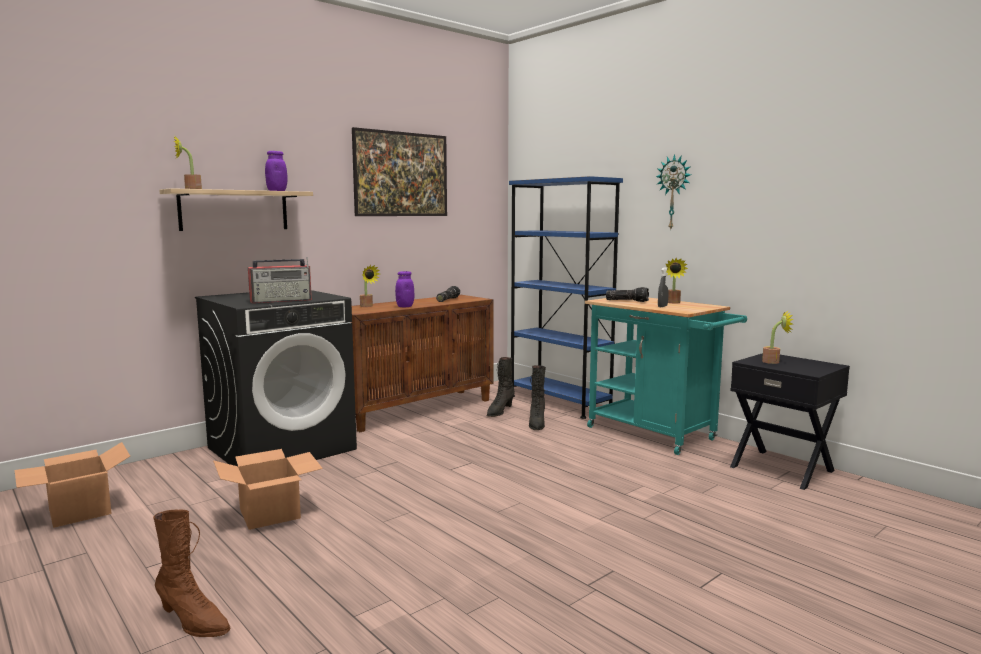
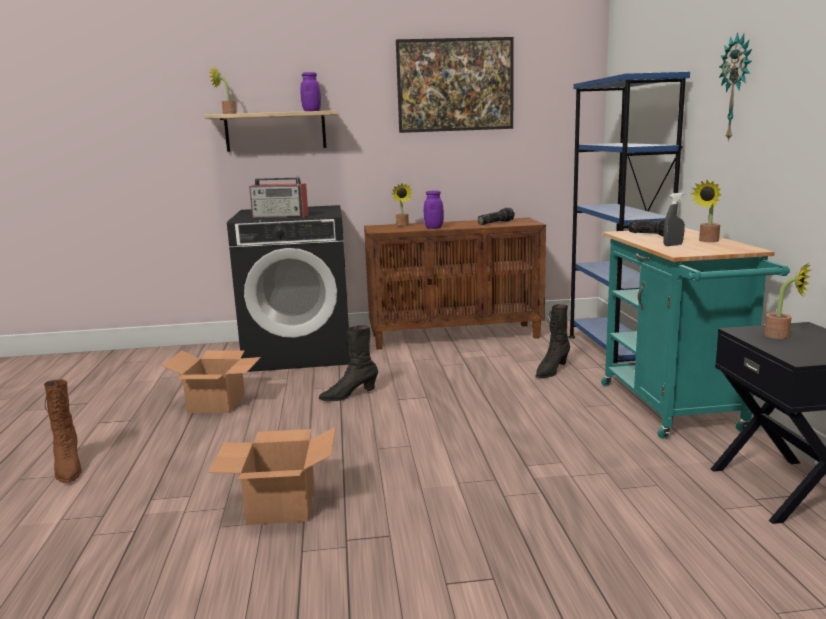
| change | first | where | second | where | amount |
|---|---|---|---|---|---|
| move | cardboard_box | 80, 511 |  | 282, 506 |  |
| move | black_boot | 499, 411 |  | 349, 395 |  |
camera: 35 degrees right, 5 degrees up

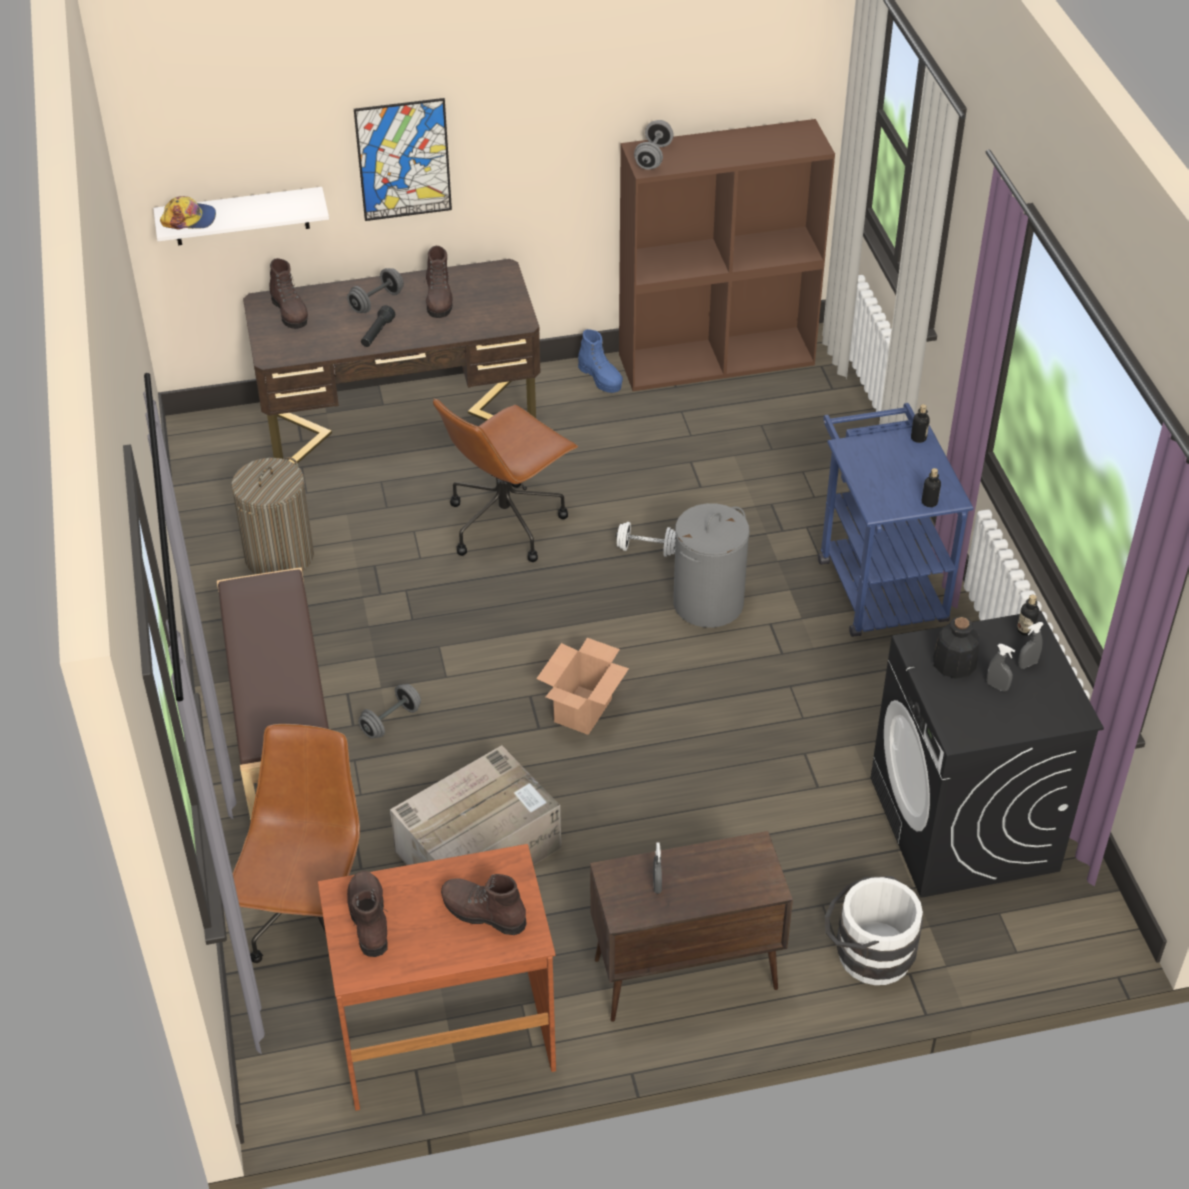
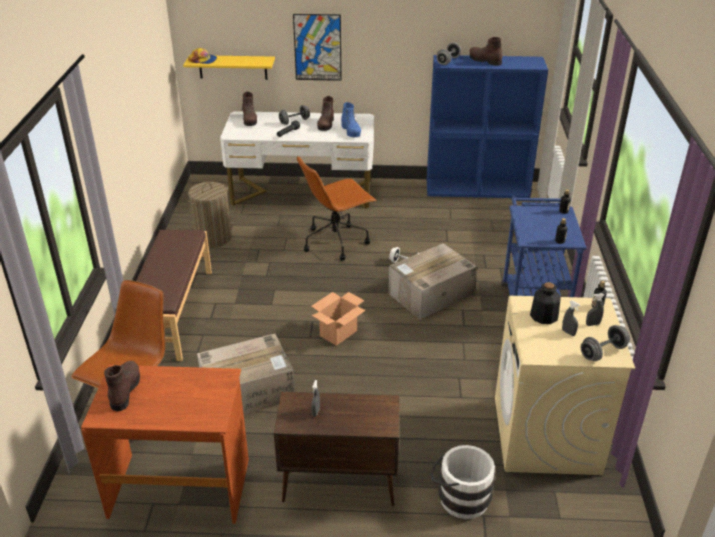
| change | first | where | second | where | amount |
|---|---|---|---|---|---|
| recolor | white_shelf | 241, 216 | yellow_shelf | 233, 67 |  |
| recolor | brown_desk | 400, 423 | white_desk | 302, 193 |  |
| move | blue_boot | 600, 378 |  | 351, 131 |  |
| replace | grey_laundry_basket | 708, 603 | cardboard_box | 430, 294 |  |
| recolor | brown_bookcase | 717, 358 | blue_bookcase | 478, 188 |  |
| move | brown_boot | 483, 913 |  | 484, 61 |  |
| recolor | black_washing_machine | 964, 825 | beige_washing_machine | 546, 435 |  |
| move | grey_dumbbell | 391, 721 |  | 603, 352 |  |
camera: 15 degrees right, 10 degrees down

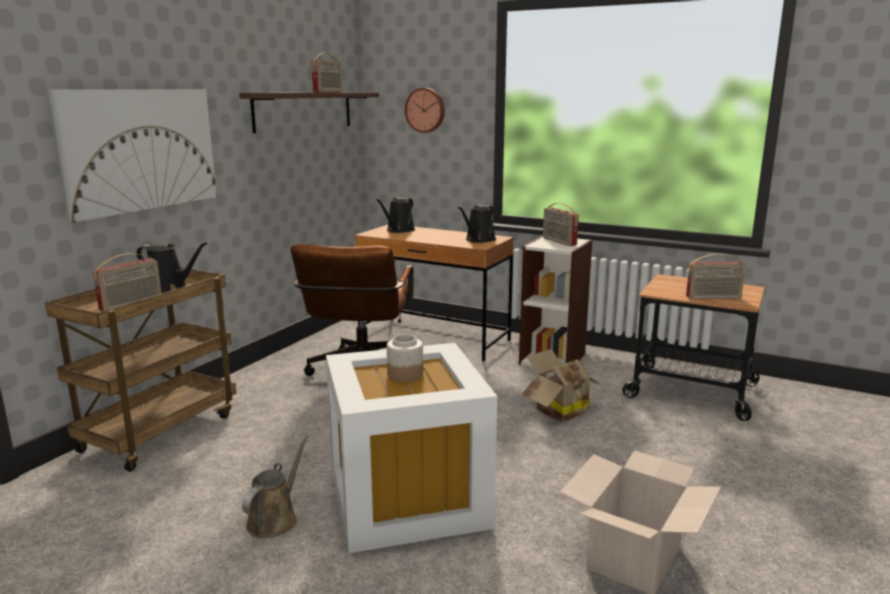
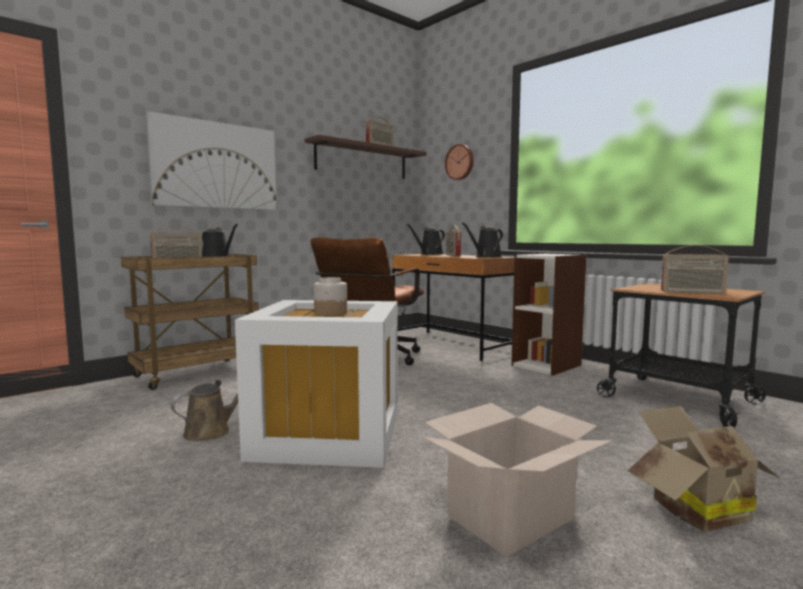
| change | first | where | second | where | amount |
|---|---|---|---|---|---|
| move | radio | 558, 242 |  | 452, 255 |  |
| move | cardboard_box | 557, 411 |  | 692, 509 |  |
camera: 20 degrees right, 10 degrees down

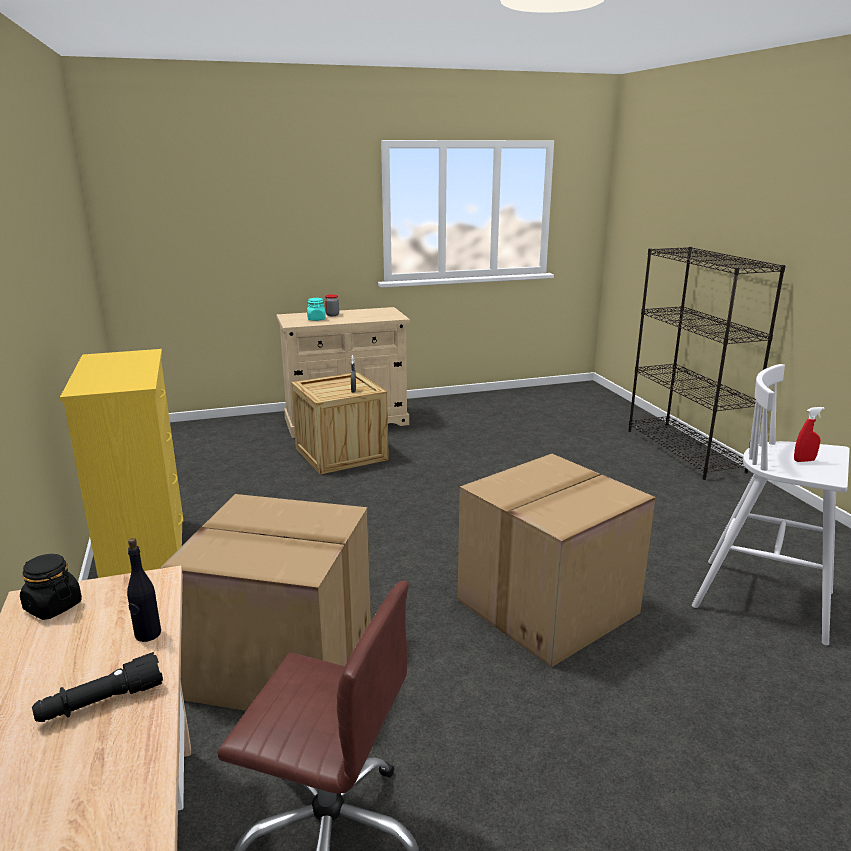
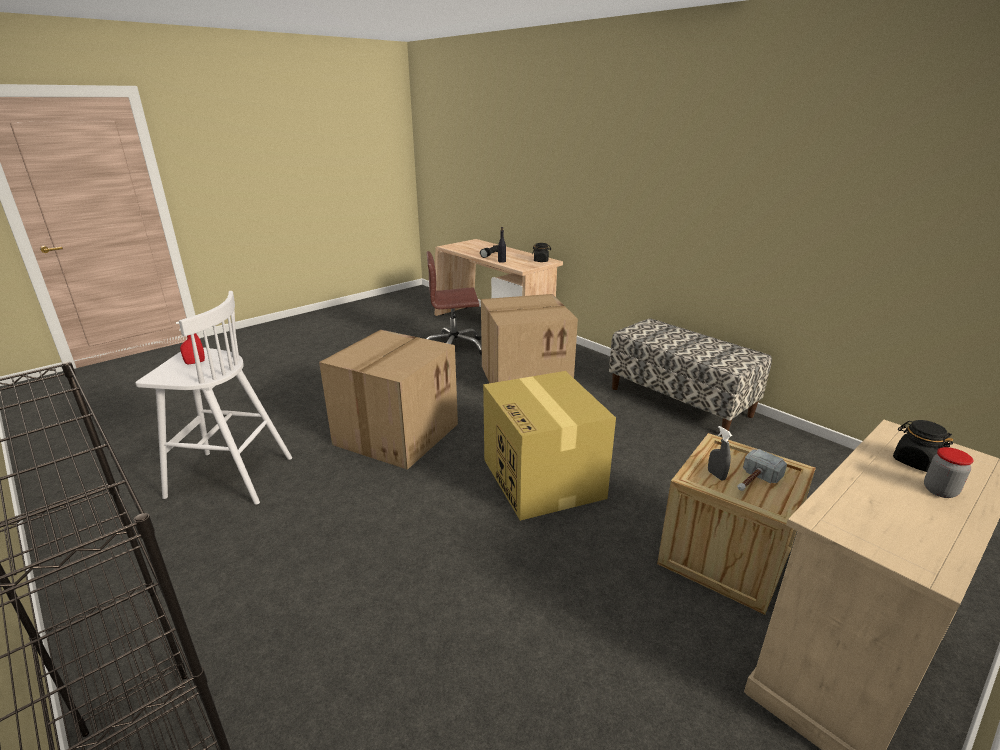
| change | first | where | second | where | amount |
|---|---|---|---|---|---|
| insert |  |  | cardboard_box | 543, 479 |  |
| replace | yellow_dresser | 147, 554 | bench | 680, 402 |  |
| insert |  |  | hammer | 753, 482 |  |
| recolor | turquoise_jar | 316, 319 | black_jar | 915, 461 |  |
camera: 155 degrees right, 5 degrees up

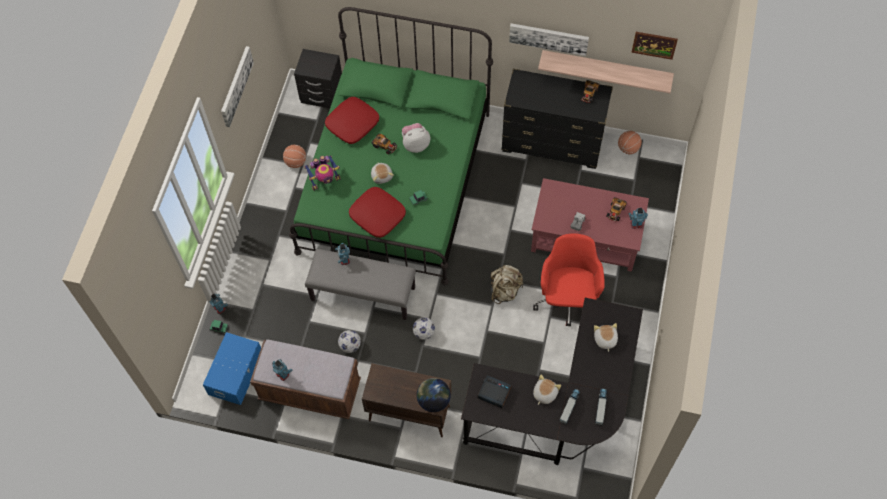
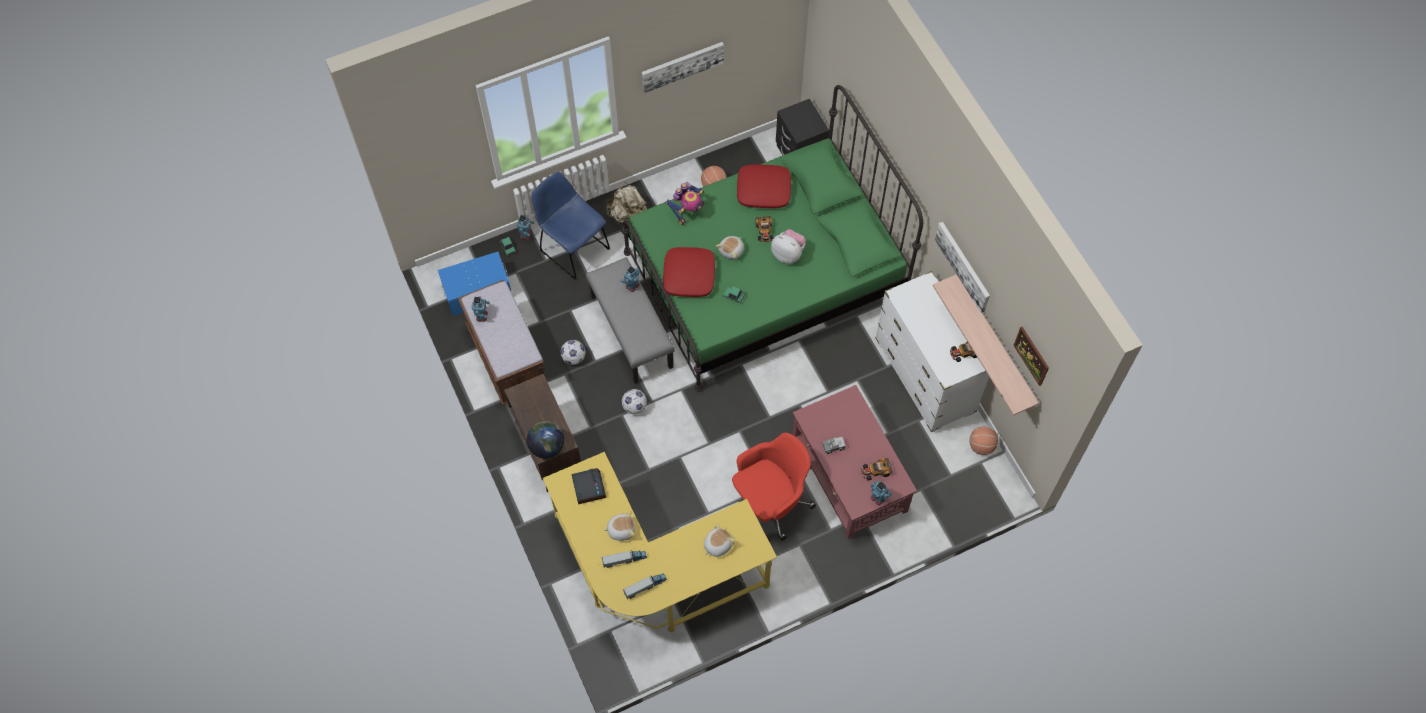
| change | first | where | second | where | amount |
|---|---|---|---|---|---|
| insert |  |  | blue_chair | 572, 248 |  |
| recolor | black_desk | 560, 410 | yellow_desk | 652, 573 |  |
| move | beige_backpack | 505, 290 |  | 628, 214 |  |
| rotate | toy_robot | 325, 180 |  | 687, 211 | 75 degrees counterclockwise |
| recolor | black_dresser | 552, 143 | white_dresser | 924, 376 |  |
camera: 50 degrees right, 0 degrees up

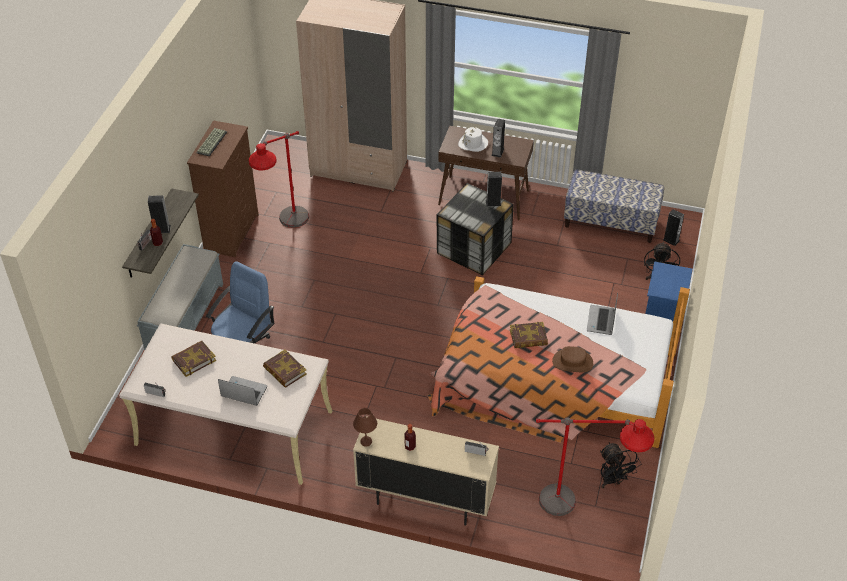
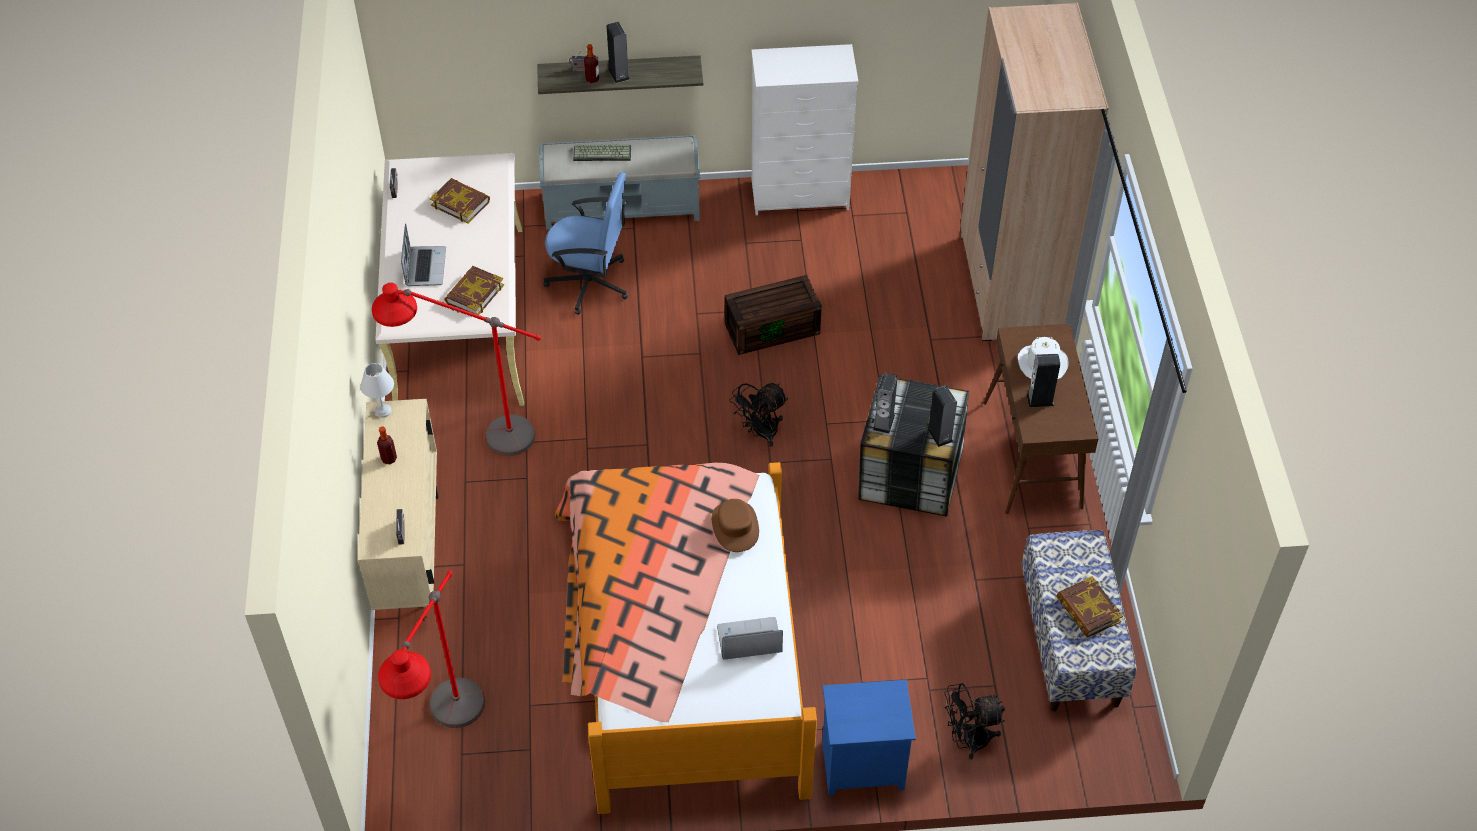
| change | first | where | second | where | amount |
|---|---|---|---|---|---|
| recolor | brown_table_lamp | 366, 441 | white_table_lamp | 383, 411 |  |
| move | red_floor_lamp | 286, 231 |  | 474, 437 |  |
| move | keyboard | 211, 142 |  | 603, 153 |  |
| move | brown_hat | 572, 362 |  | 735, 526 |  |
| insert |  |  | brown_storage_box | 773, 327 |  |
| move | black_fan | 613, 481 |  | 761, 434 |  |
| recolor | brown_dresser | 232, 232 | white_dresser | 801, 195 |  |
| move | speaker | 671, 240 |  | 884, 422 |  |
| move | book | 528, 338 |  | 1087, 610 |  |
camera: 70 degrees right, 5 degrees up

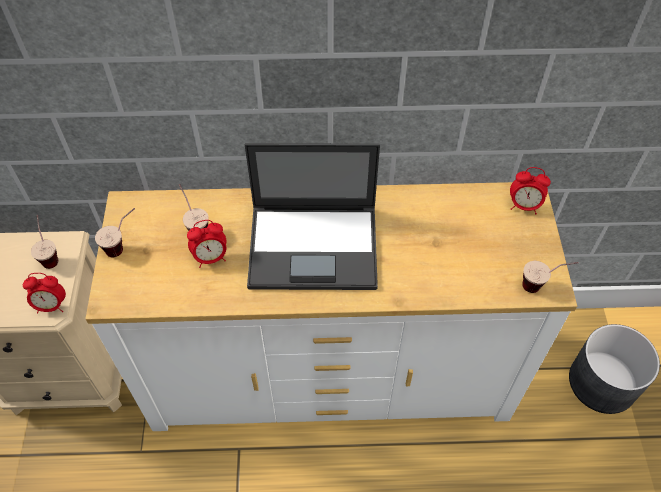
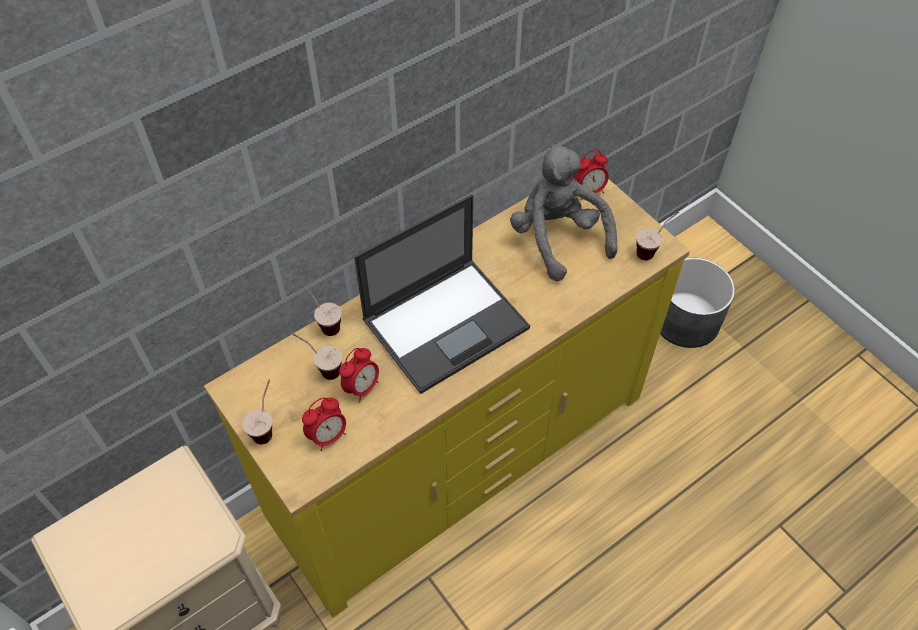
| change | first | where | second | where | amount |
|---|---|---|---|---|---|
| recolor | white_dresser | 330, 372 | yellow_dresser | 458, 454 |  |
| move | cup | 50, 254 |  | 323, 322 |  |
| move | alarm_clock | 51, 305 |  | 328, 436 |  |
| insert |  |  | grey_plush_toy | 558, 238 |  |
camera: 35 degrees left, 0 degrees up

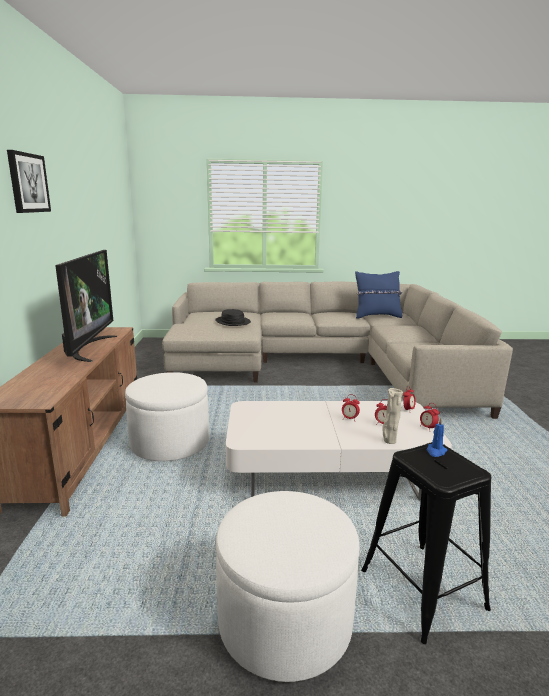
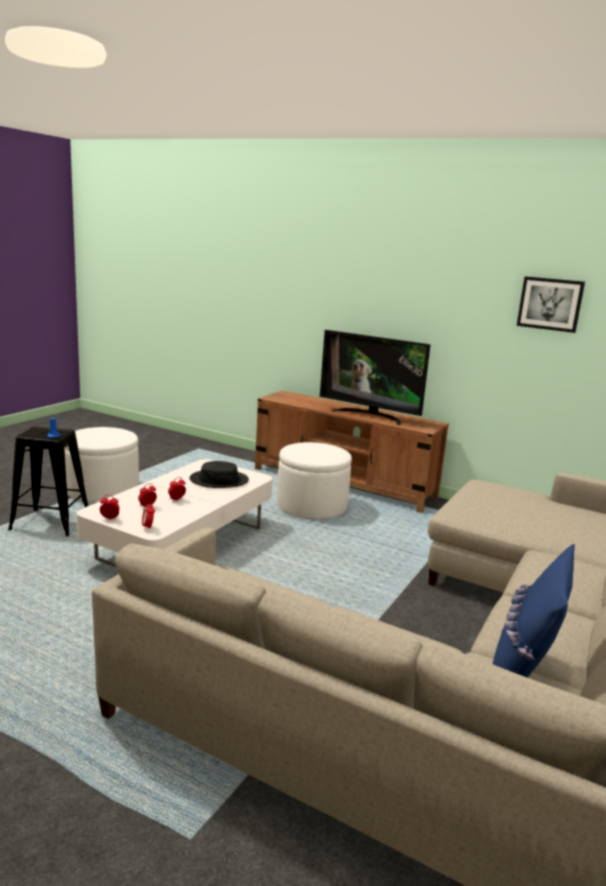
| change | first | where | second | where | amount |
|---|---|---|---|---|---|
| move | black_hat | 232, 322 |  | 219, 480 |  |
| move | picture | 28, 183 |  | 550, 304 |  |
| delete | beige_vase | 389, 441 |  |  |  |
camera: 120 degrees right, 0 degrees up

